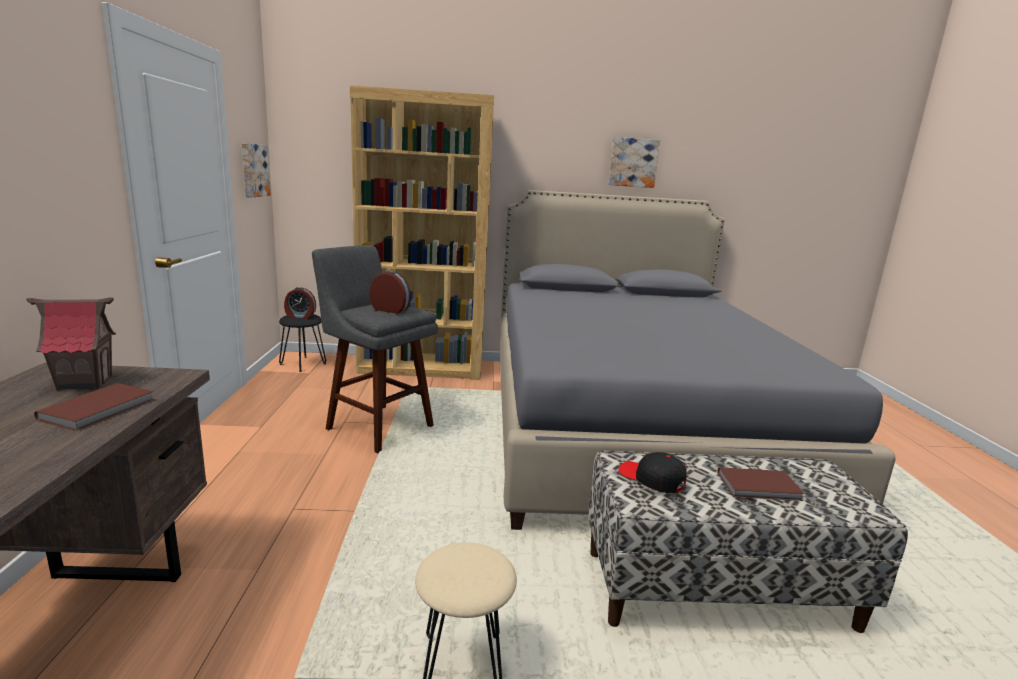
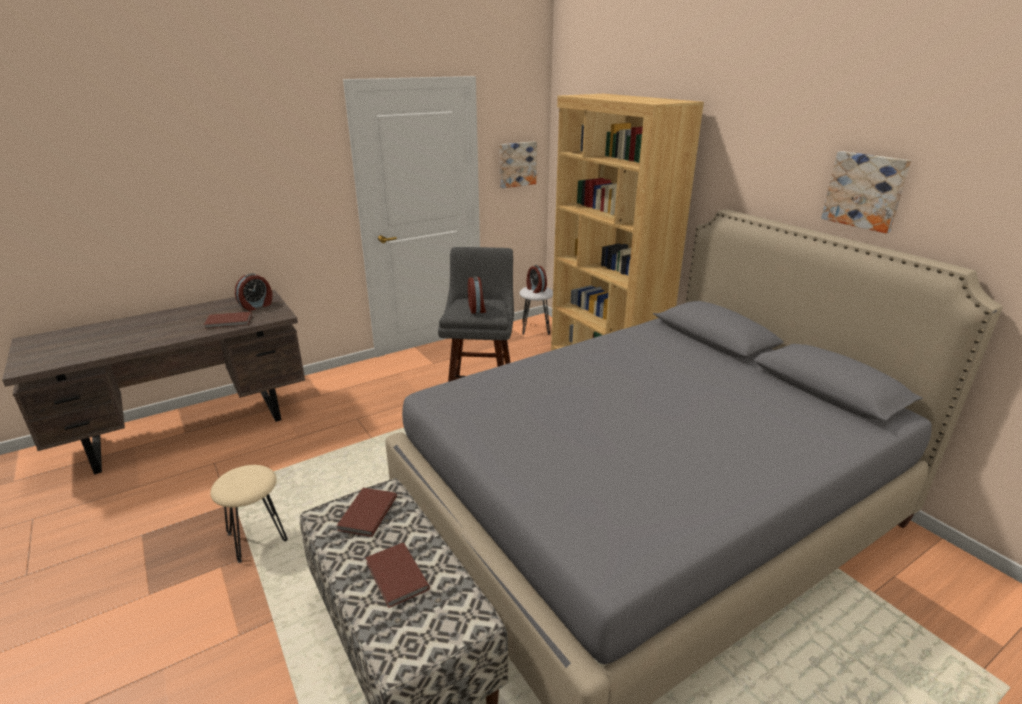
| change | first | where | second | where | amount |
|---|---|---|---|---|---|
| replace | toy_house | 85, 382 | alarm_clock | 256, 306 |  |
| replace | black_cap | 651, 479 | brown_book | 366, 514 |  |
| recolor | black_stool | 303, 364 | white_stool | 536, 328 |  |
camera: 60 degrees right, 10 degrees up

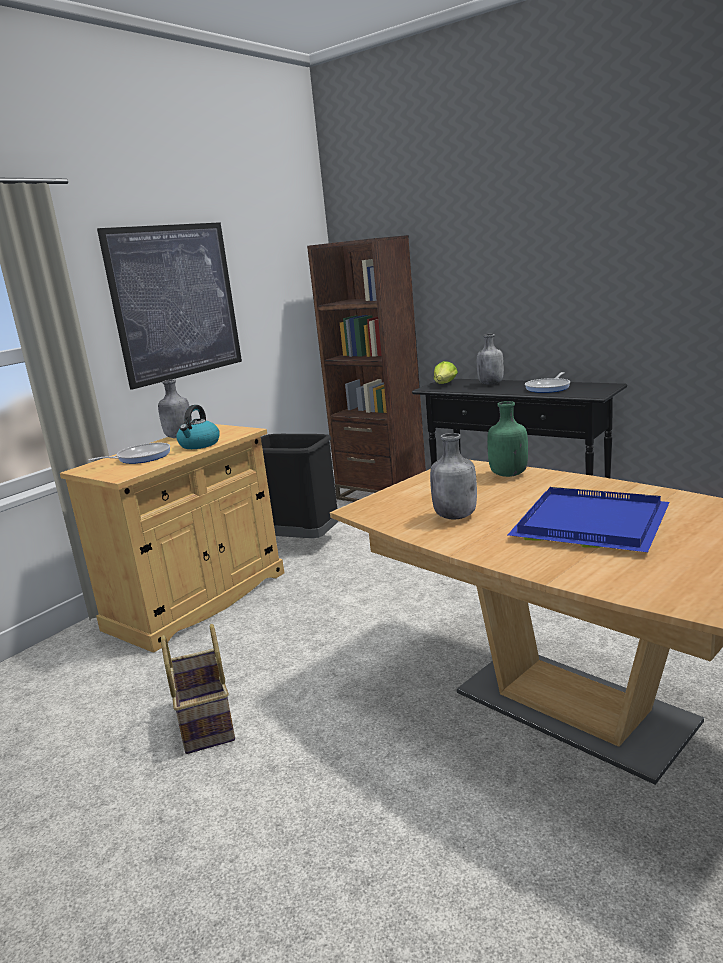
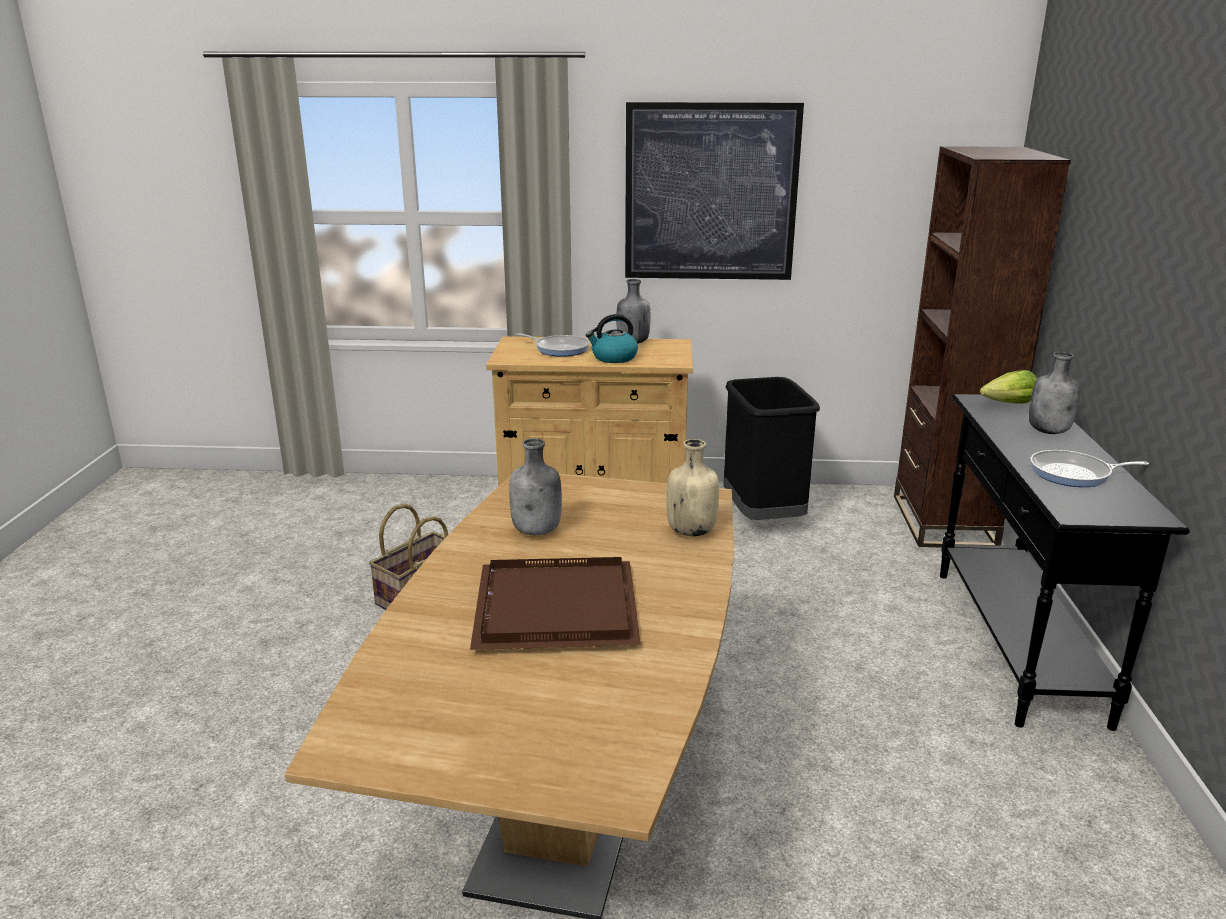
| change | first | where | second | where | amount |
|---|---|---|---|---|---|
| recolor | blue_tray | 587, 524 | brown_tray | 553, 607 |  |
| recolor | green_bottle | 507, 474 | beige_bottle | 691, 531 |  |
camera: 55 degrees right, 5 degrees up

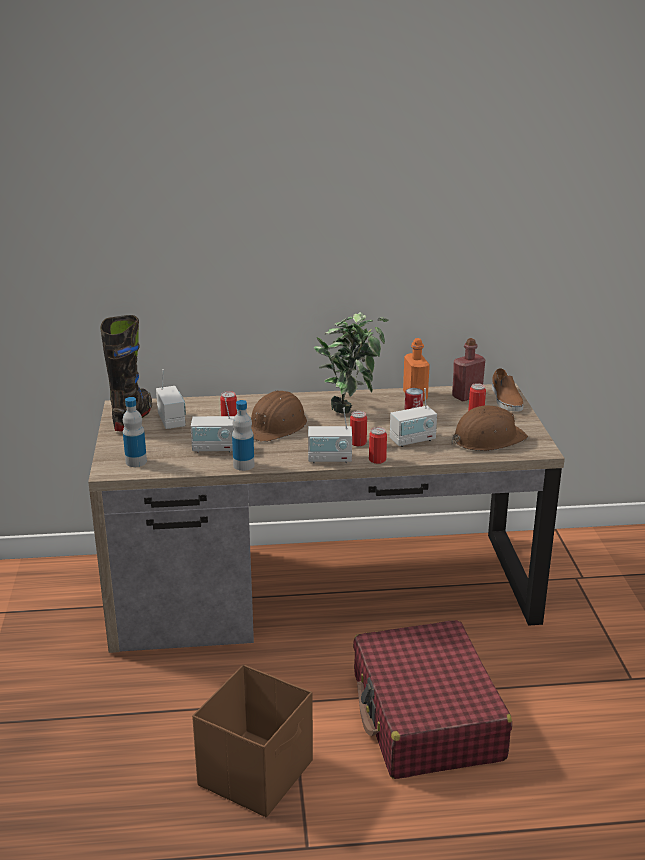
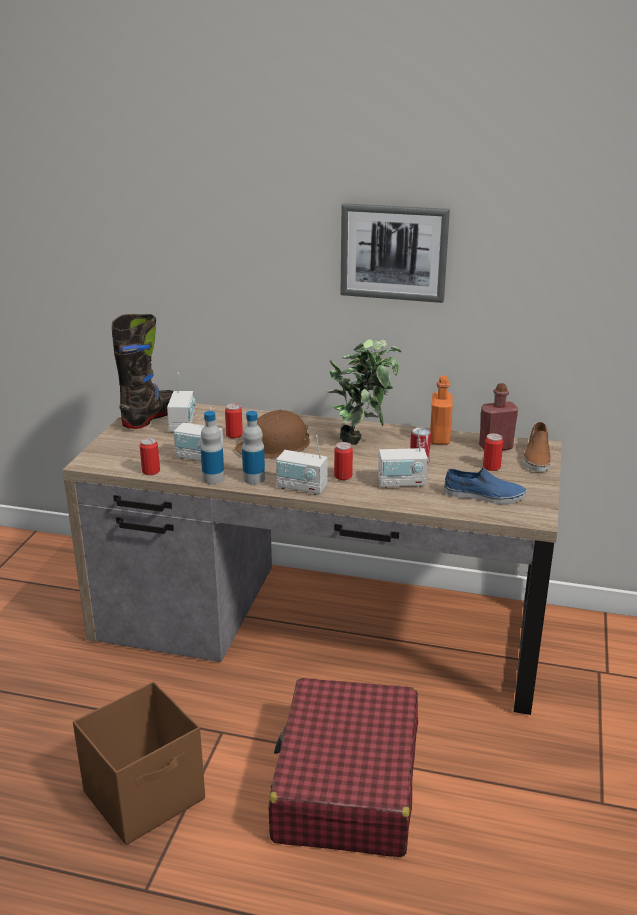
| change | first | where | second | where | amount |
|---|---|---|---|---|---|
| move | can | 377, 460 |  | 151, 471 |  |
| move | bottle | 136, 462 |  | 254, 479 |  |
| insert |  |  | picture | 394, 252 |  |
| replace | brown_hard_hat | 487, 439 | blue_shoe | 484, 496 |  |
camera: 20 degrees right, 0 degrees up

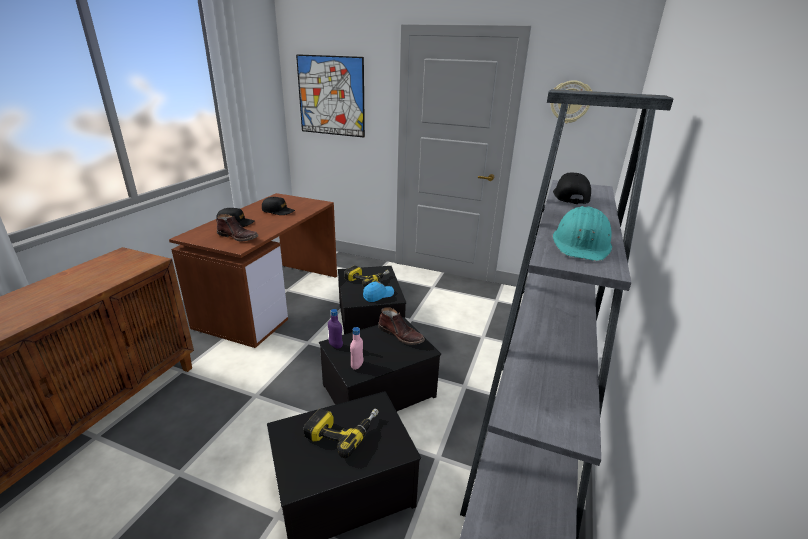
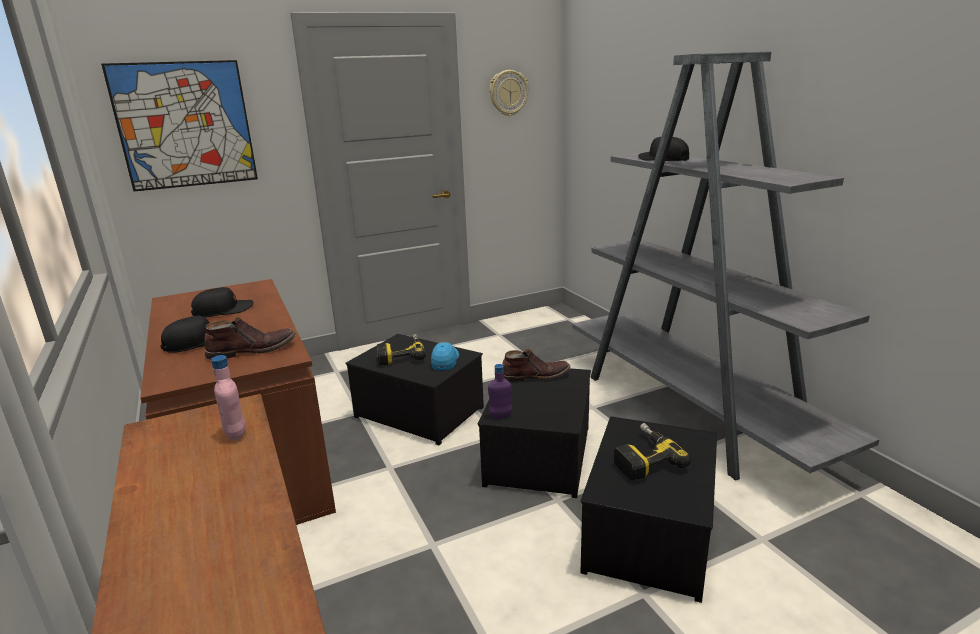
| change | first | where | second | where | amount |
|---|---|---|---|---|---|
| move | pink_bottle | 357, 365 |  | 236, 434 |  |
| delete | turquoise_hard_hat | 581, 244 |  |  |  |
camera: 45 degrees left, 5 degrees down

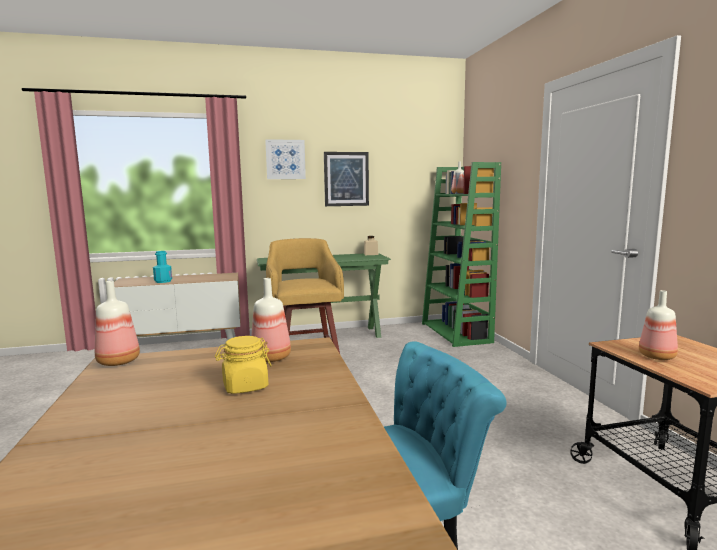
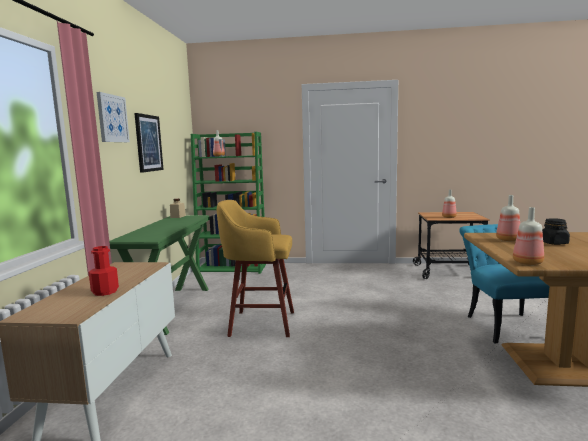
| change | first | where | second | where | amount |
|---|---|---|---|---|---|
| recolor | turquoise_bottle | 163, 281 | red_bottle | 105, 292 |  |
| recolor | yellow_jar | 245, 386 | black_jar | 554, 243 |  |
camera: 70 degrees left, 0 degrees up

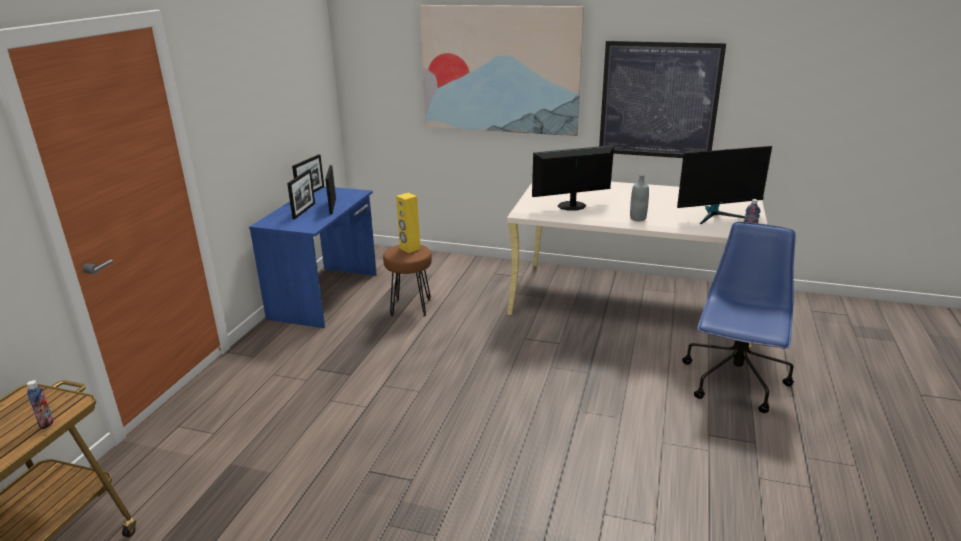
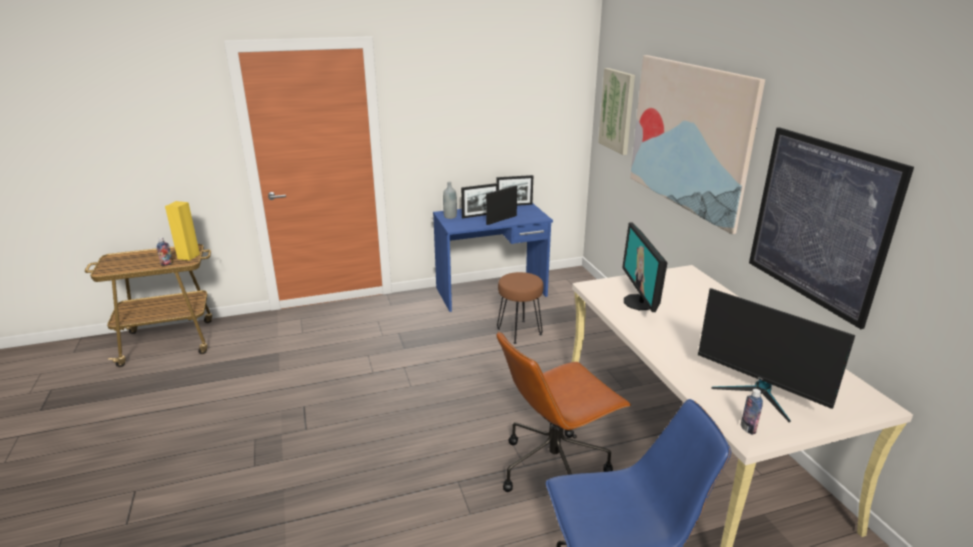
| change | first | where | second | where | amount |
|---|---|---|---|---|---|
| move | yellow_speaker | 409, 248 |  | 188, 256 |  |
| move | grey_bottle | 637, 218 |  | 450, 216 |  |
| insert |  |  | brown_office_chair | 554, 467 |  |
| insert |  |  | picture | 617, 110 |  |
| rotate | monitor | 571, 206 |  | 639, 302 | 135 degrees counterclockwise |
camera: 55 degrees right, 0 degrees up

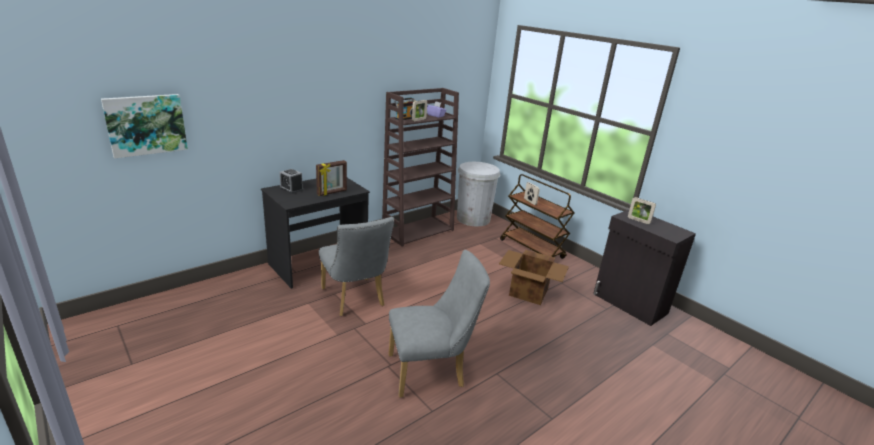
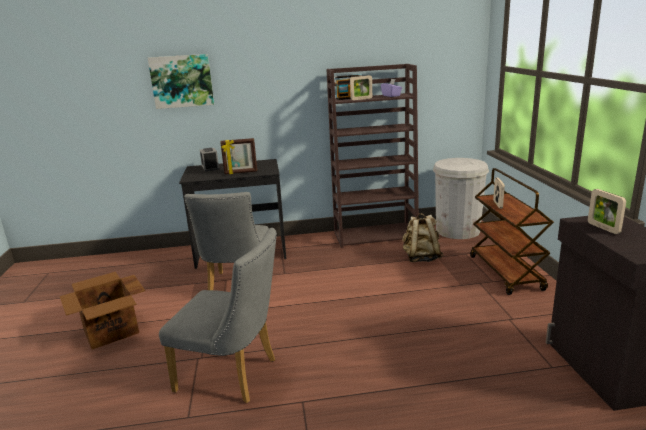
| change | first | where | second | where | amount |
|---|---|---|---|---|---|
| move | cardboard_box | 529, 292 |  | 111, 331 |  |
| move | picture | 146, 124 |  | 182, 81 |  |
| insert |  |  | beige_backpack | 421, 258 |  |
camera: 35 degrees right, 5 degrees down

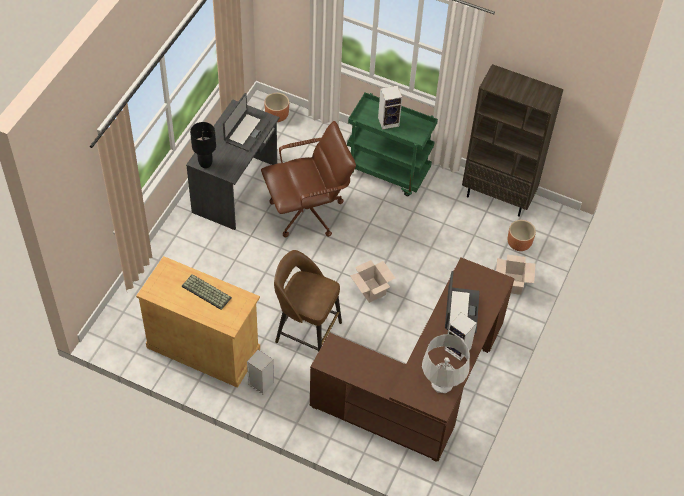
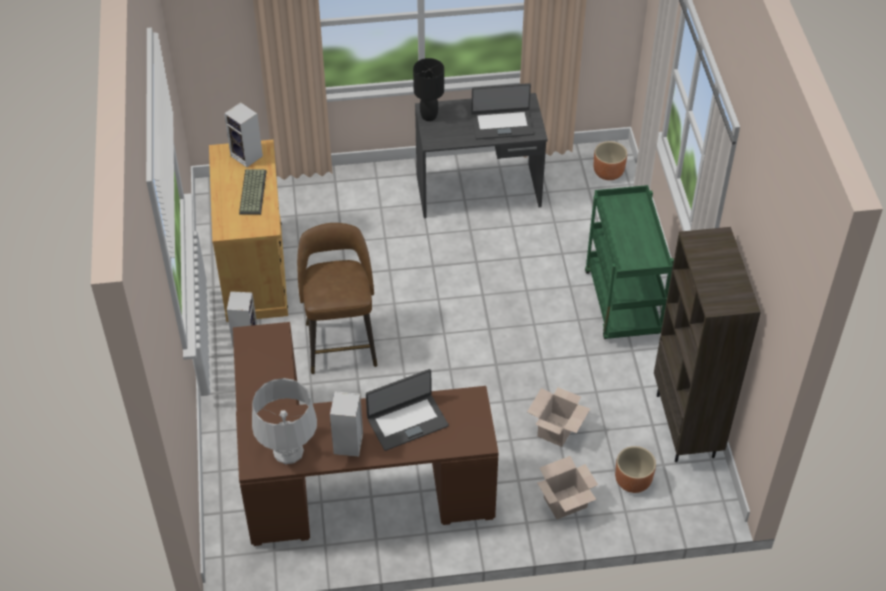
| change | first | where | second | where | amount |
|---|---|---|---|---|---|
| move | speaker | 389, 121 |  | 248, 156 |  |
| move | cardboard_box | 372, 290 |  | 556, 430 |  |
| delete | brown_office_chair | 308, 212 |  |  |  |
camera: 60 degrees right, 5 degrees down

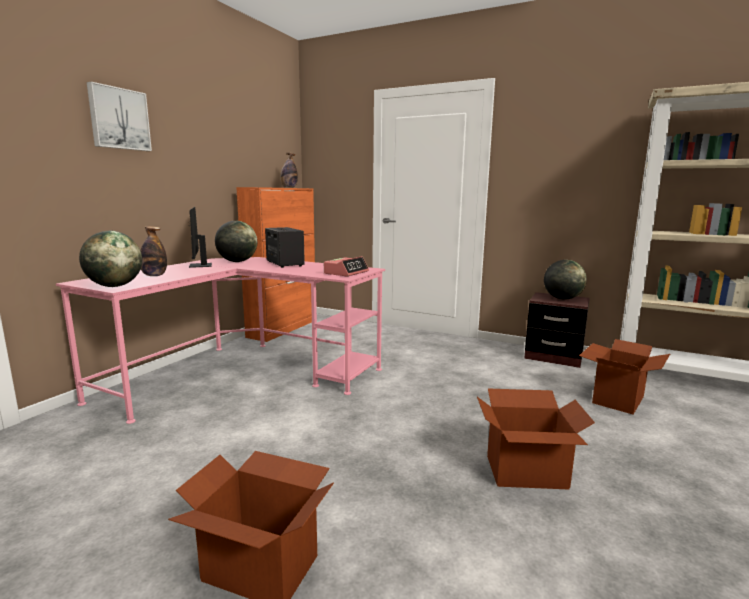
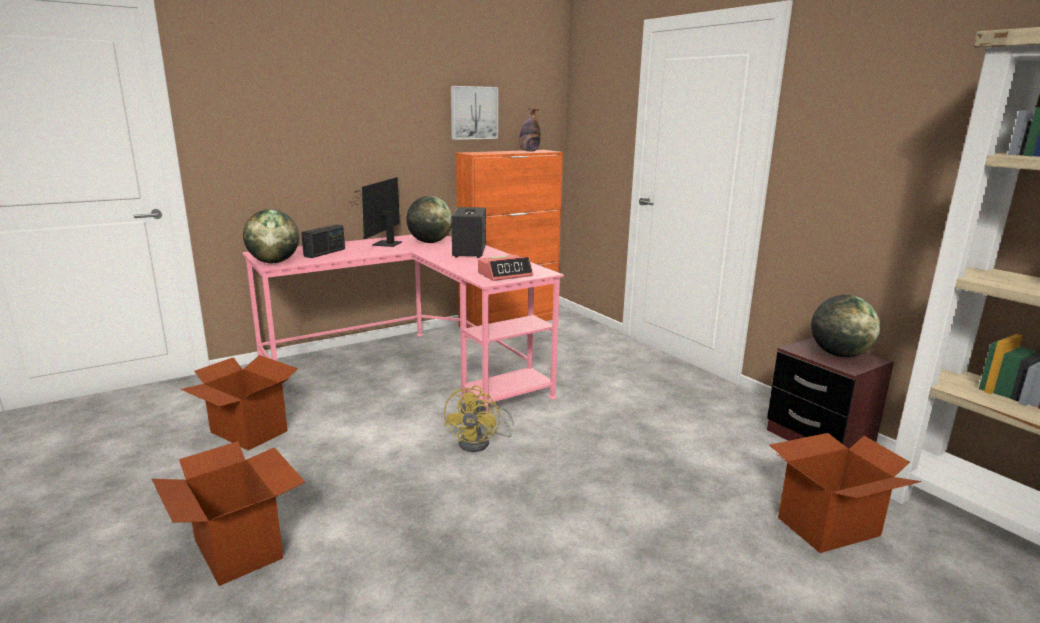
| change | first | where | second | where | amount |
|---|---|---|---|---|---|
| move | cardboard_box | 526, 473 |  | 248, 432 |  |
| replace | bottle | 154, 275 | radio | 325, 253 |  |
| insert |  |  | yellow_fan | 481, 443 |  |
| move | picture | 119, 119 |  | 473, 113 |  |
camera: 30 degrees right, 5 degrees up

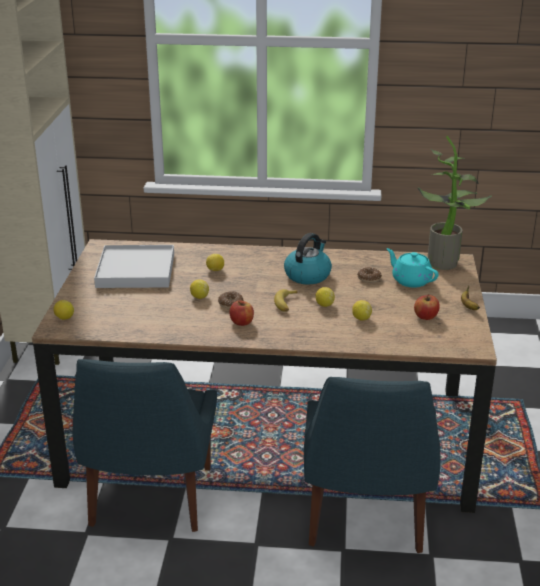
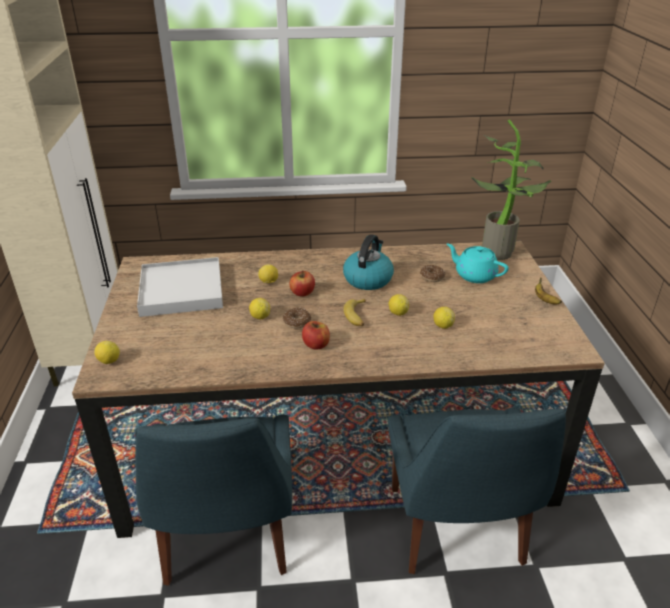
| change | first | where | second | where | amount |
|---|---|---|---|---|---|
| move | apple | 426, 316 |  | 302, 293 |  |
camera: 10 degrees left, 5 degrees up

